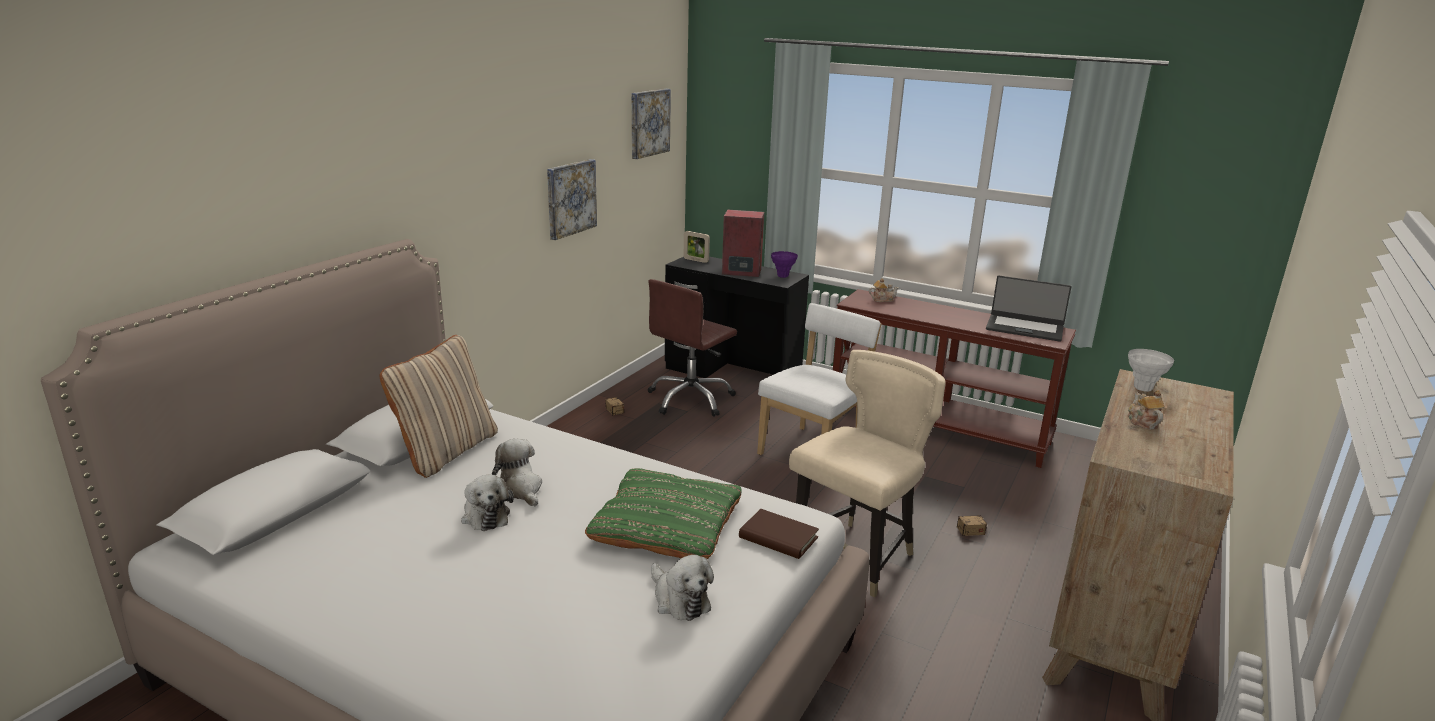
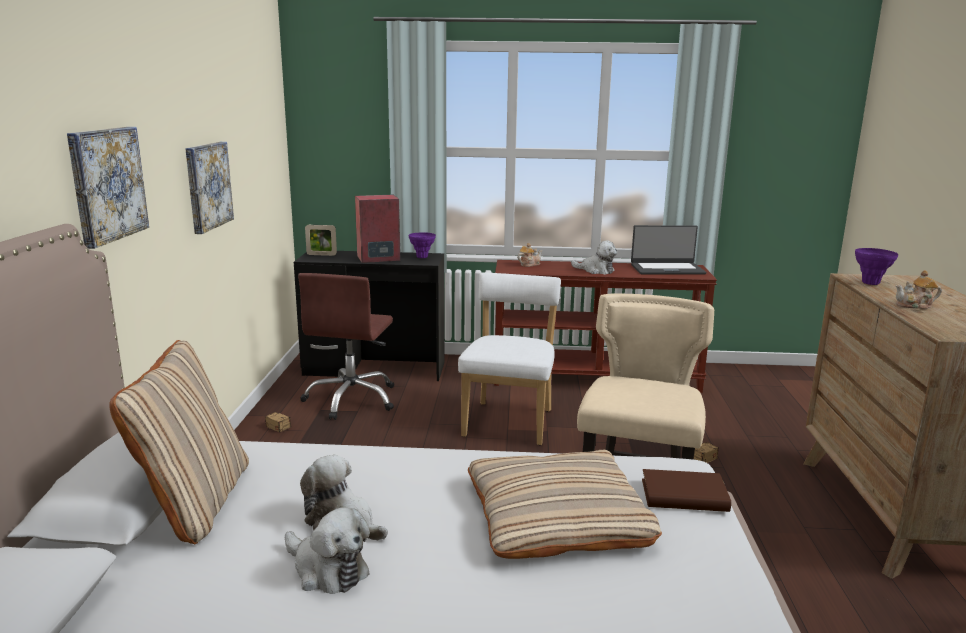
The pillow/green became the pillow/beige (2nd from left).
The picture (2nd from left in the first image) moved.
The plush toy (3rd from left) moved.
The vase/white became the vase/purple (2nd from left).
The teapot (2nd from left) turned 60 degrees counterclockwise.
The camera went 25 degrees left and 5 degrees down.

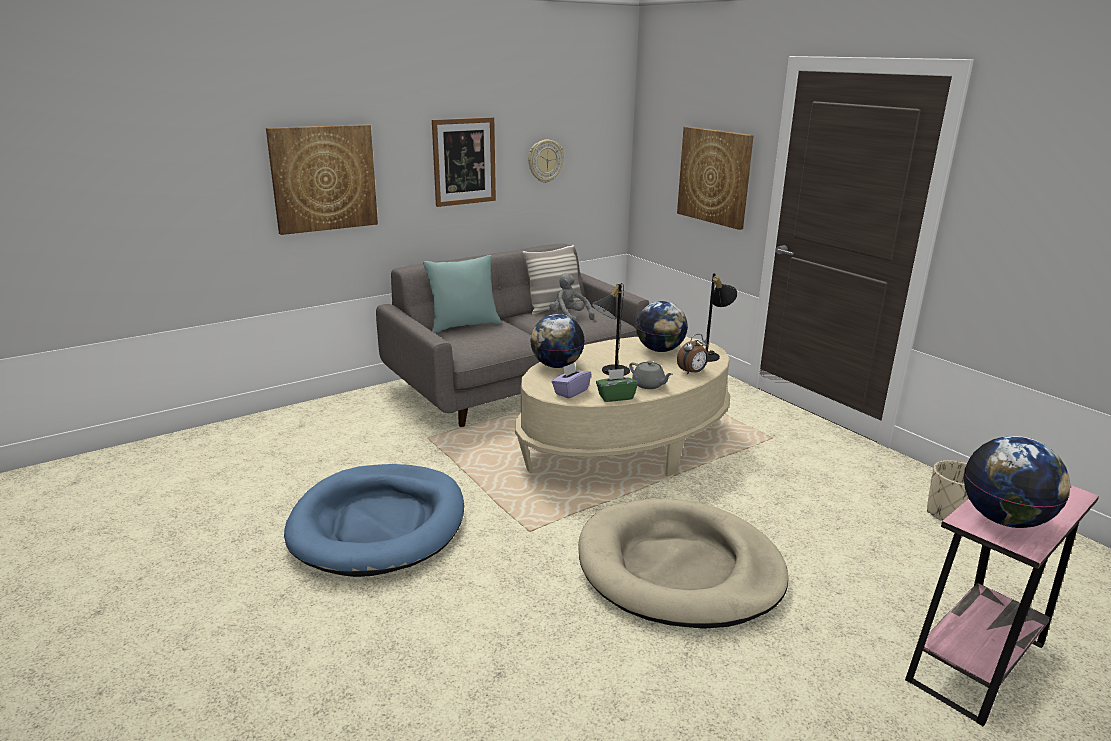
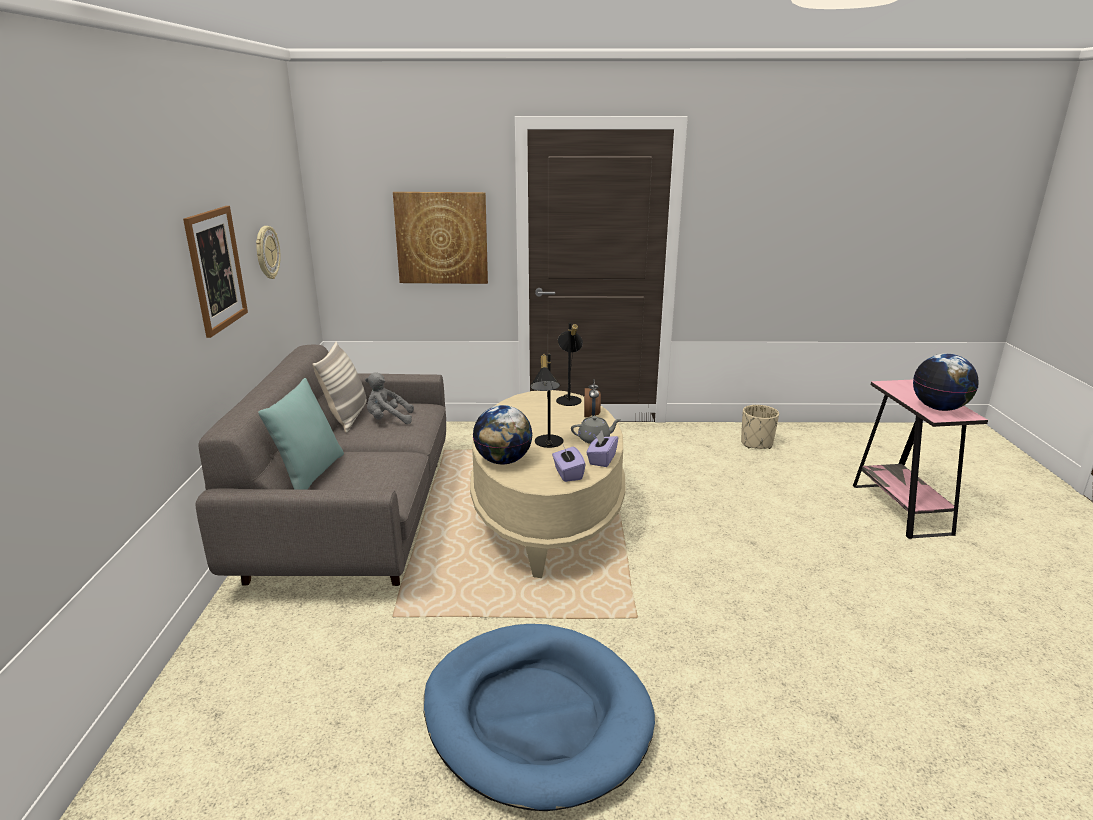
The picture (1st from left) disappeared.
The dog bed/beige disappeared.
The tissue box/green became the tissue box/purple (2nd from left).
The globe (2nd from left) disappeared.
The camera went 55 degrees left and 0 degrees up.

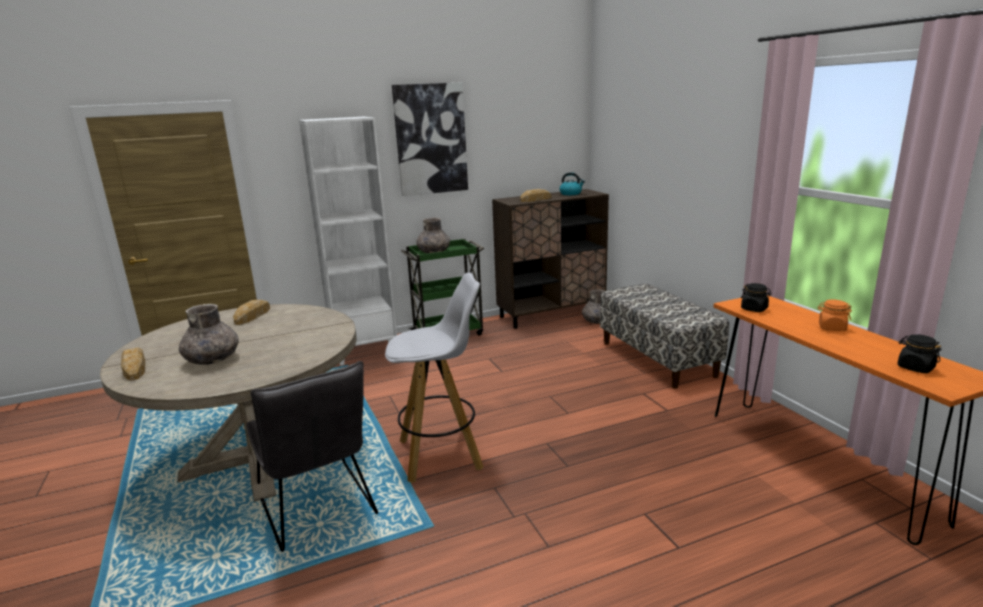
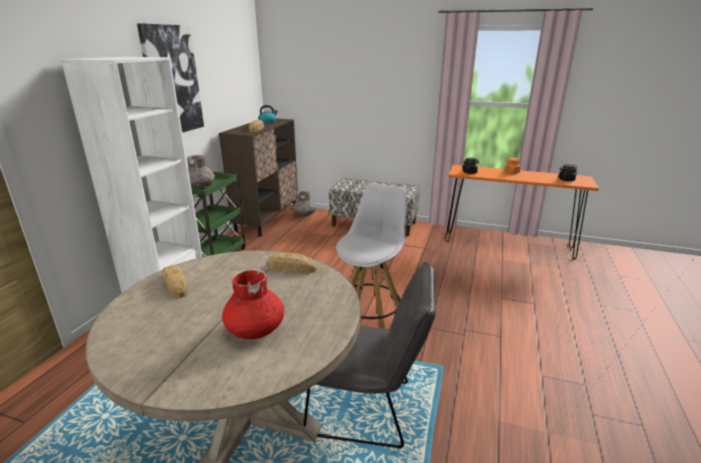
The bread (1st from left in the first image) moved.
The vase/grey (1st from left) became the vase/red.
The camera went 50 degrees left and 5 degrees up.

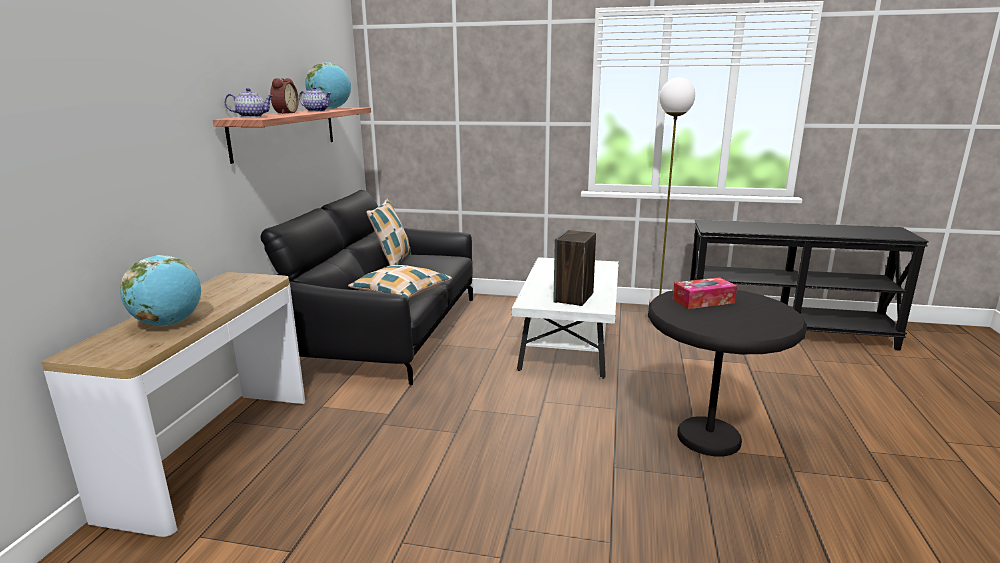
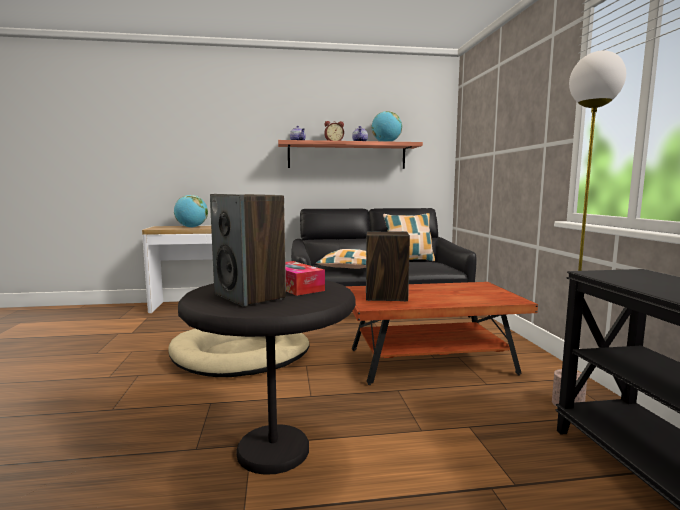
The coffee table/white became the coffee table/brown.
The dog bed/beige appeared.
The speaker (1st from left) appeared.
The camera went 70 degrees right and 10 degrees down.

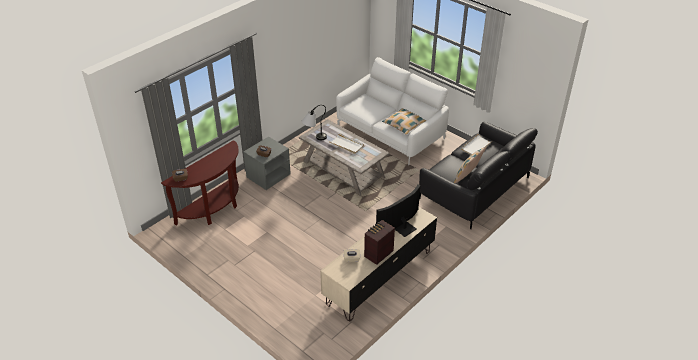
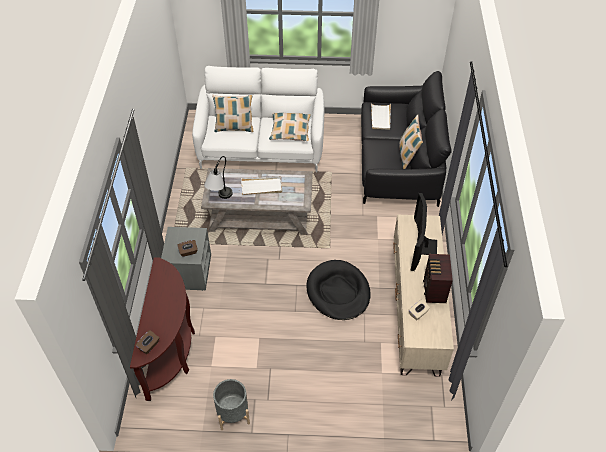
The pillow (1st from left) appeared.
The planter/grey appeared.
The dog bed/black appeared.
The camera went 40 degrees left and 10 degrees up.

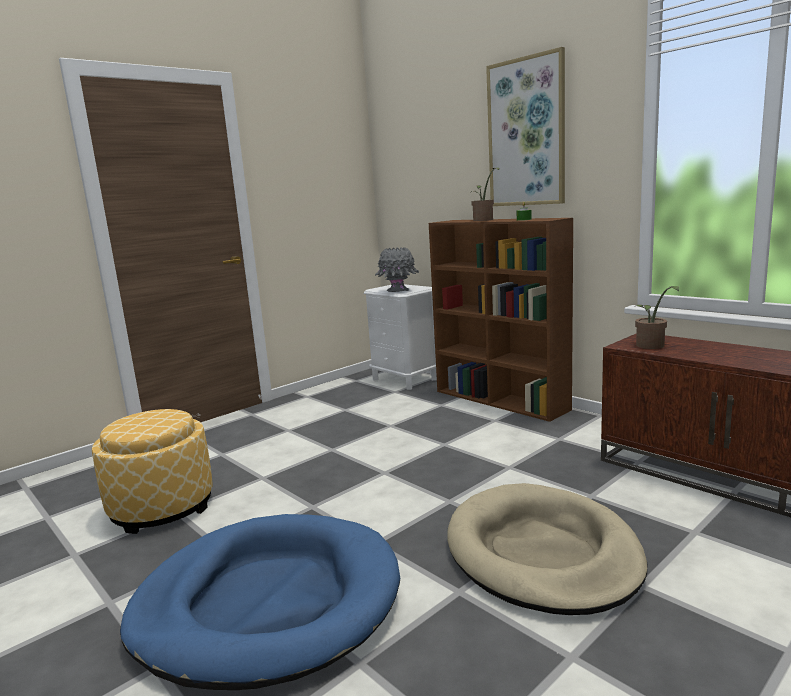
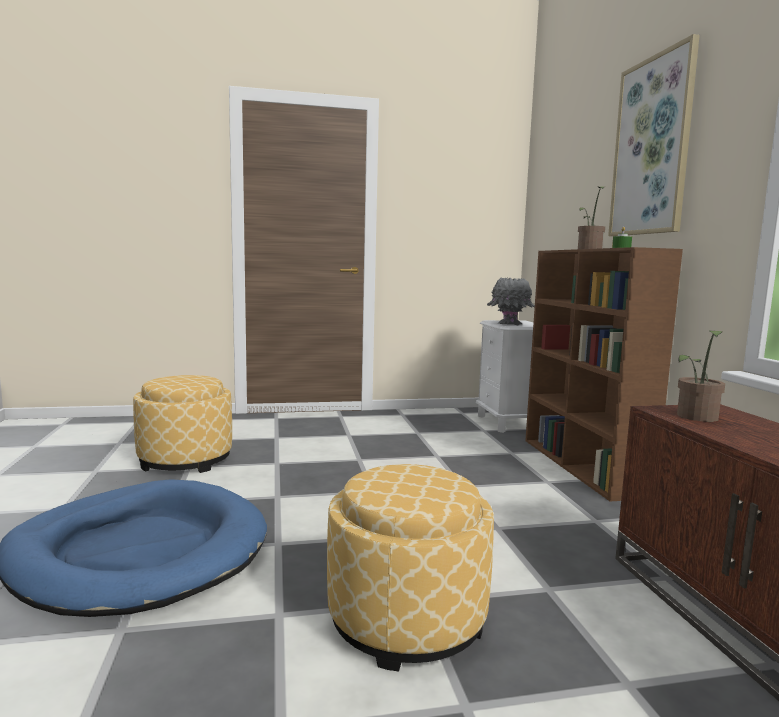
The dog bed/beige was replaced by the ottoman (2nd from left).
The camera went 30 degrees right and 5 degrees down.

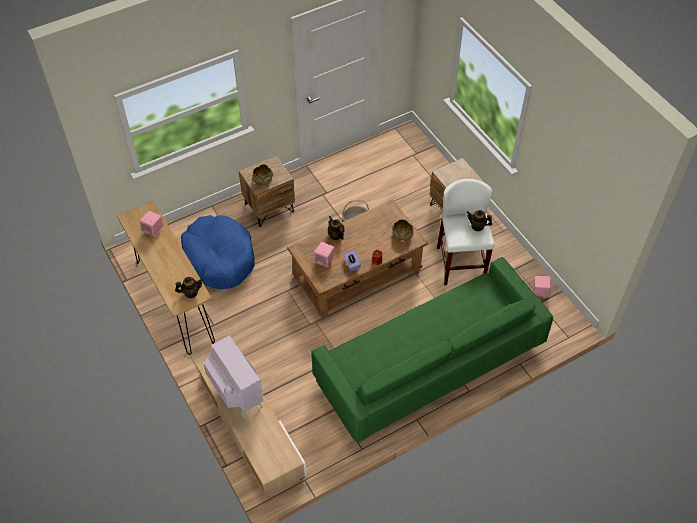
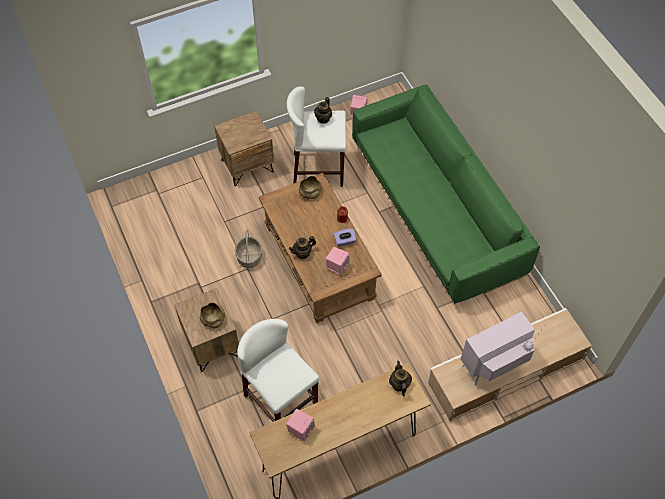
The dog bed/blue was replaced by the stool/white (1st from left).
The camera went 85 degrees left and 5 degrees up.

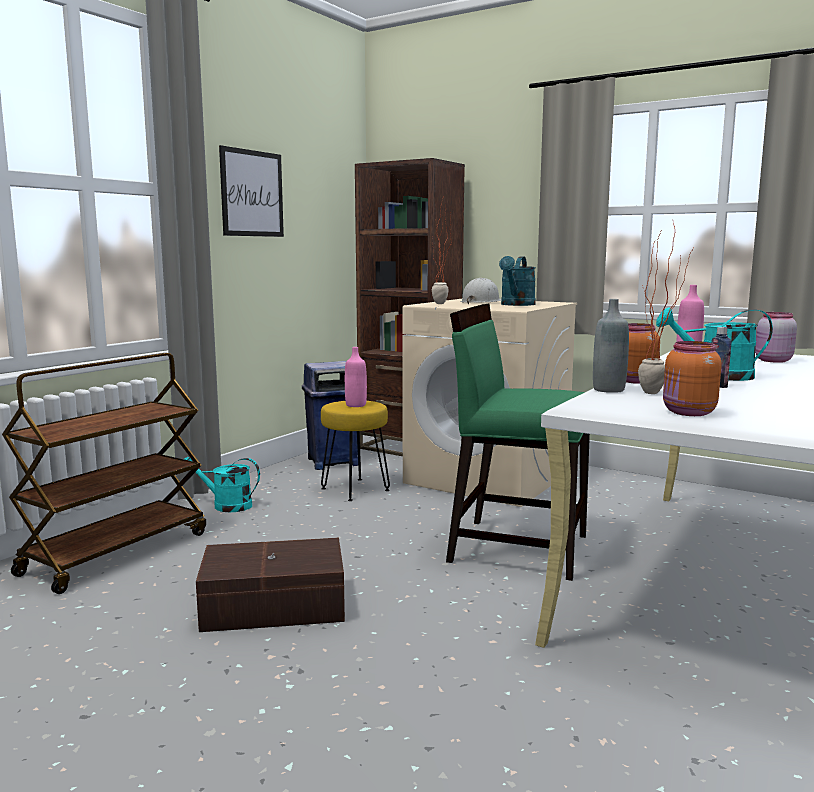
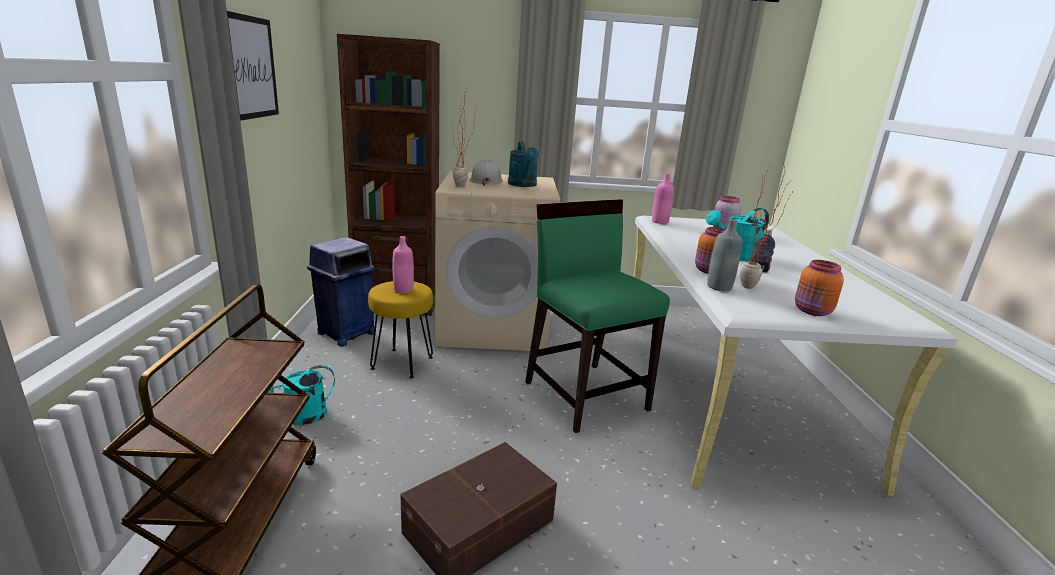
The chair/green turned 75 degrees clockwise.
The camera went 35 degrees left and 10 degrees up.

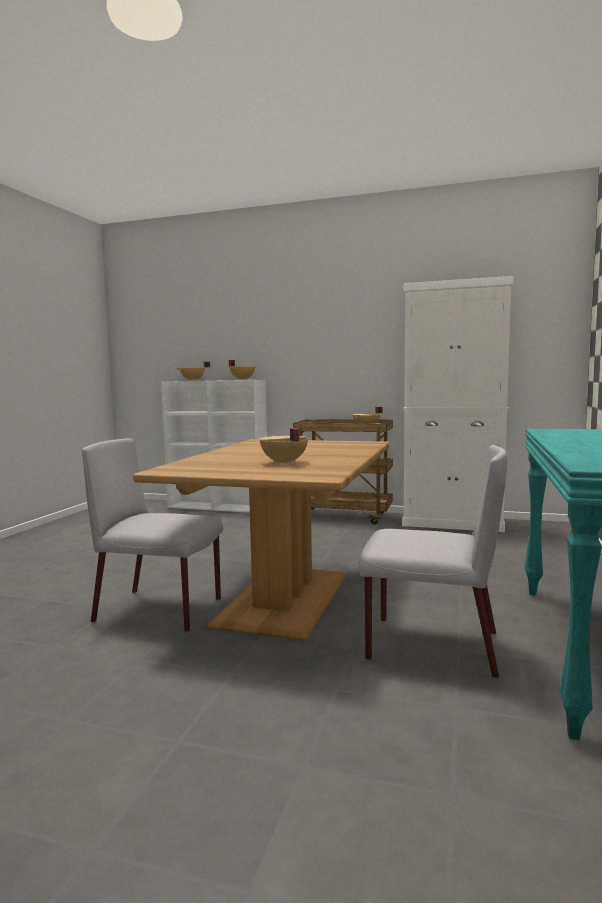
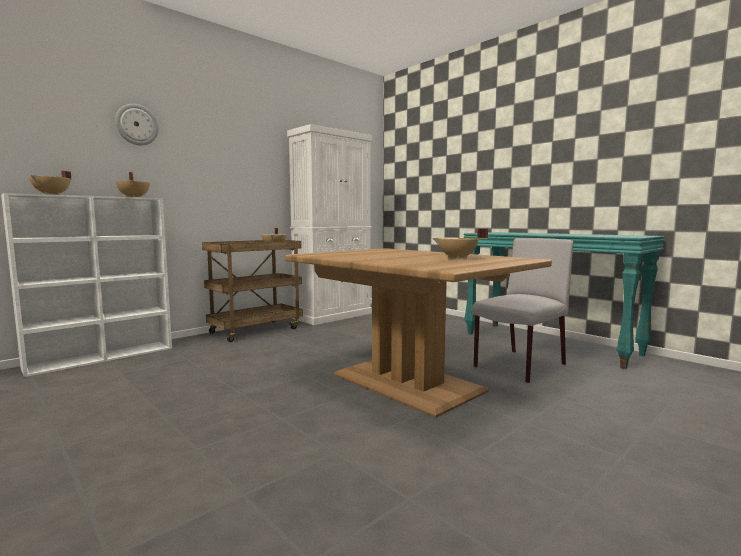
The chair/grey (1st from left) disappeared.
The wall clock appeared.
The camera went 60 degrees left and 0 degrees up.

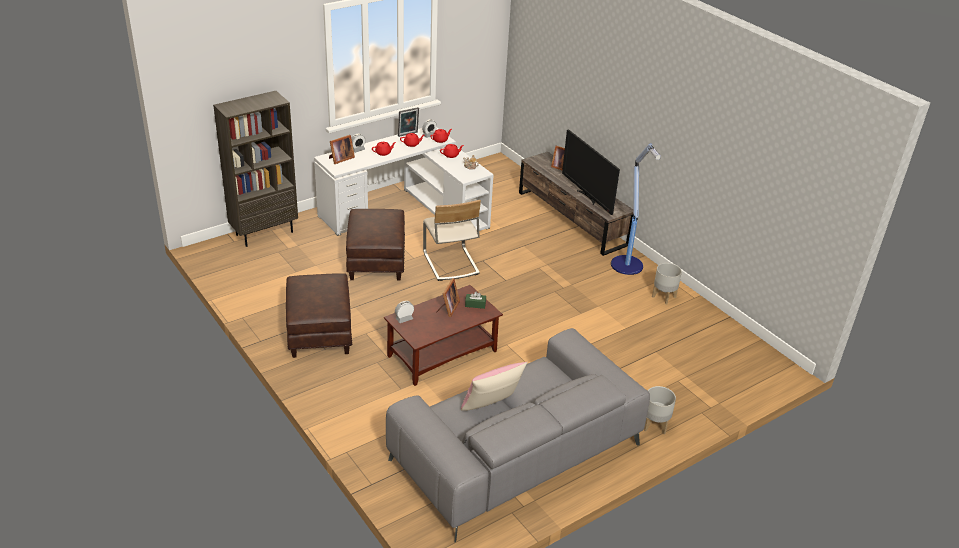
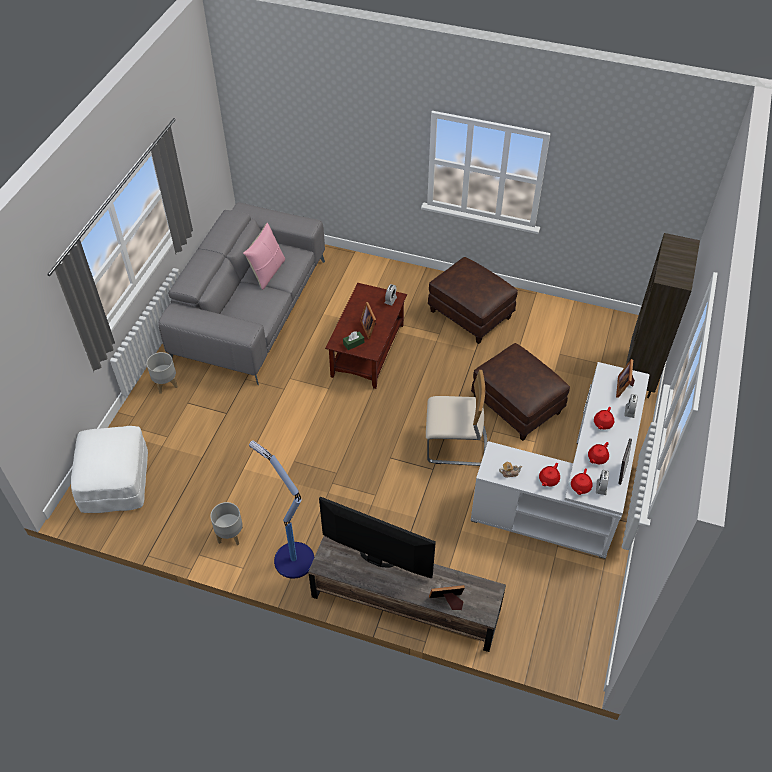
The chair/beige turned 150 degrees clockwise.
The ottoman/white appeared.
The camera went 145 degrees right and 15 degrees up.

